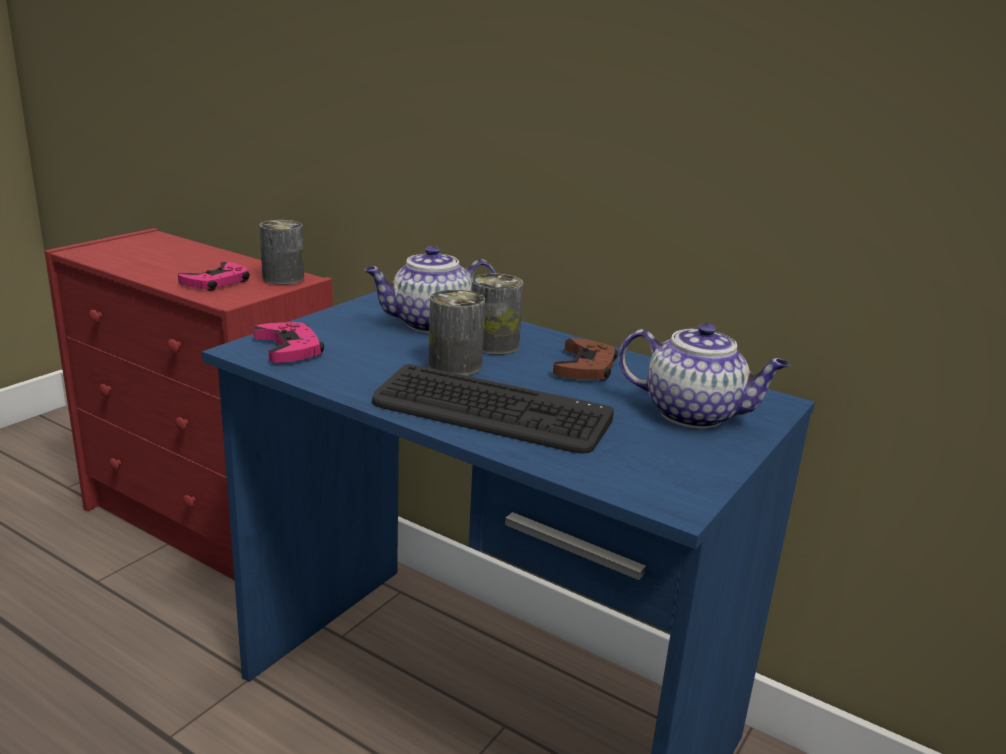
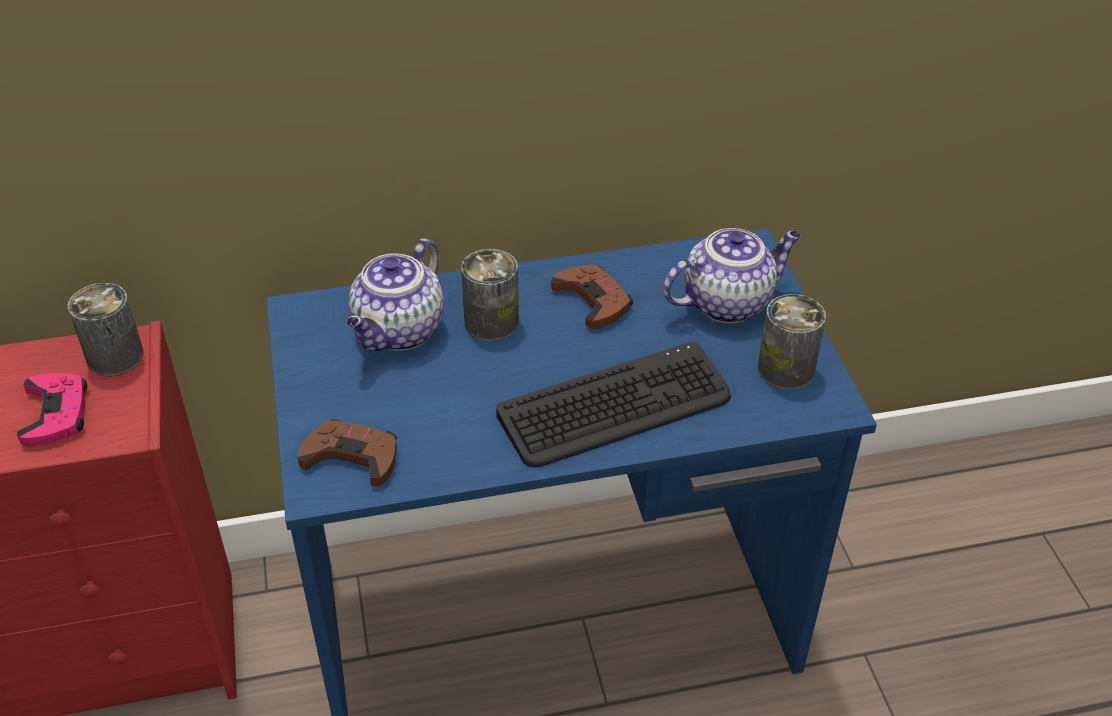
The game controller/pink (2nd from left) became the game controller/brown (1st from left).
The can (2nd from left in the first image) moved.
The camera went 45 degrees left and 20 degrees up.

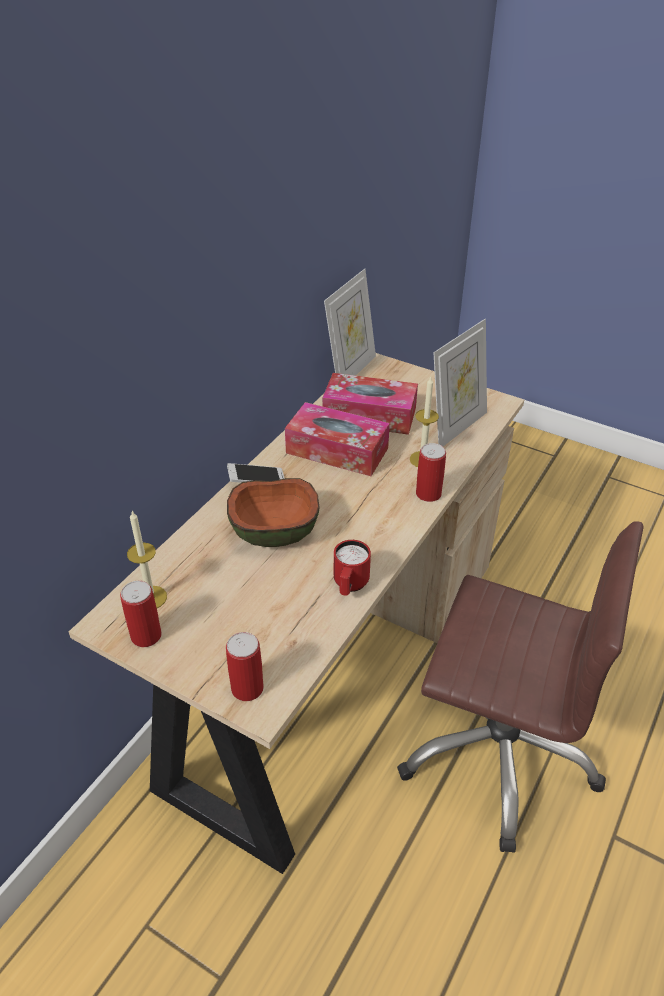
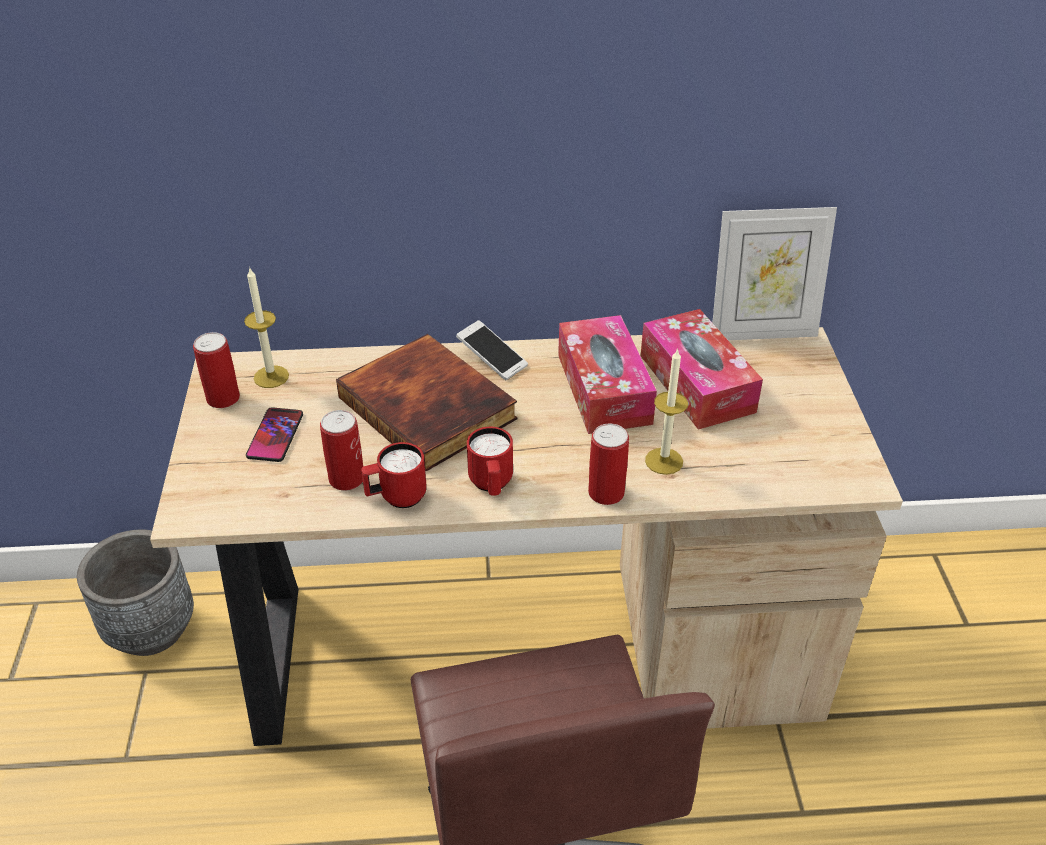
The can (2nd from left) moved.
The bowl was replaced by the book.
The picture frame (2nd from left) disappeared.
The planter/grey appeared.
The phone (1st from left) appeared.
The mug/red (2nd from left) appeared.
The camera went 55 degrees right and 0 degrees up.

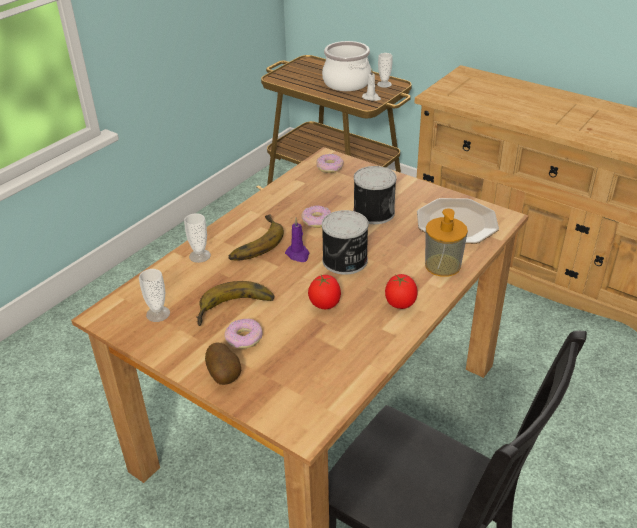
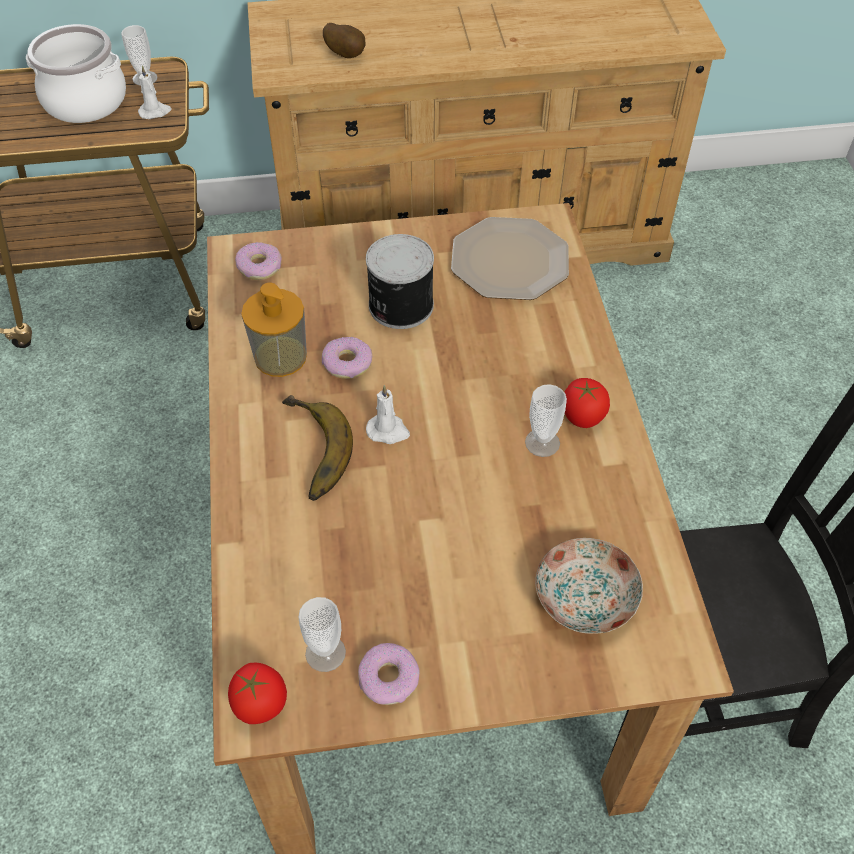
The cup (2nd from left in the first image) moved.
The banana (1st from left) disappeared.
The potato moved.
The donut (1st from left in the first image) moved.
The candle/purple became the candle/white (2nd from left).
The tomato (1st from left) moved.
The can (1st from left) disappeared.
The soap dispenser moved.
The plate (2nd from left) appeared.
The camera went 45 degrees left and 15 degrees up.

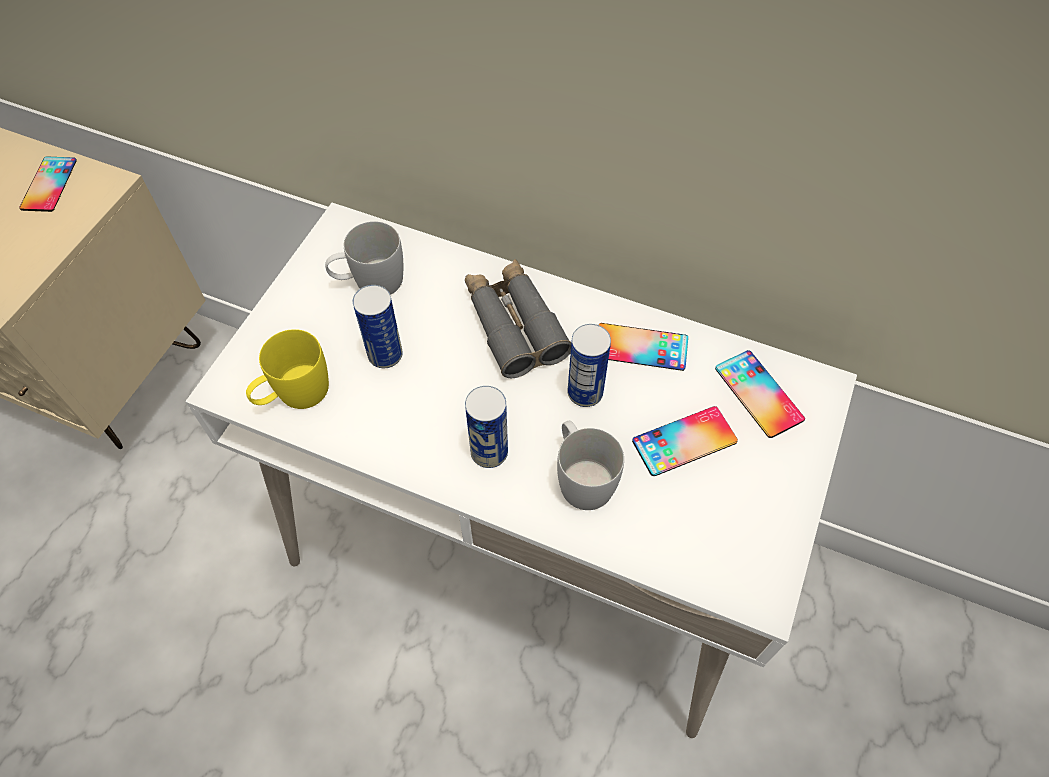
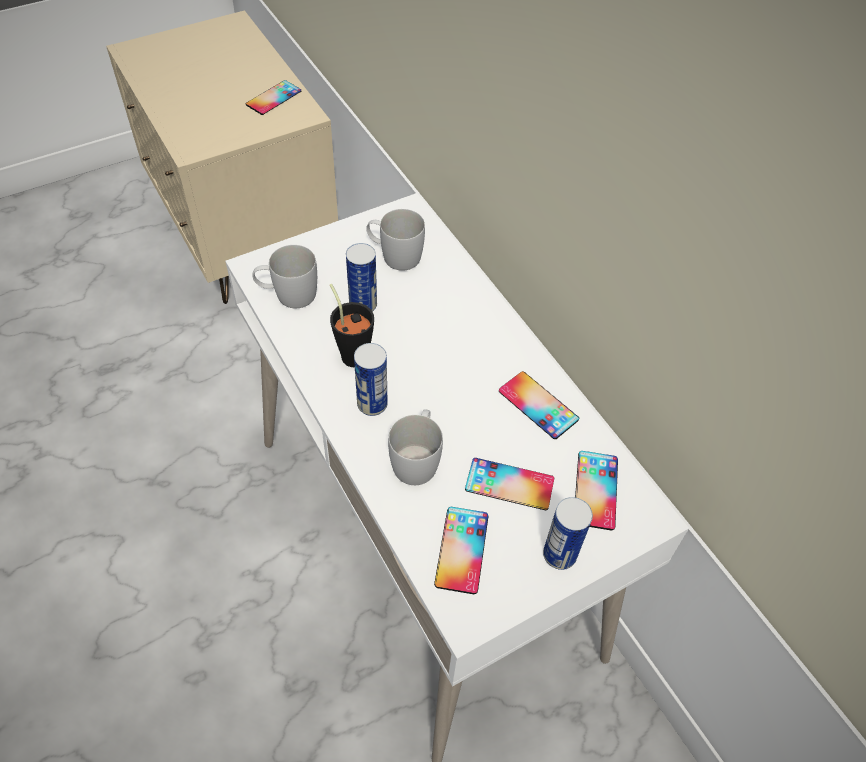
The mug/yellow became the mug/white (1st from left).
The binoculars/grey disappeared.
The can (3rd from left) moved.
The cup/black appeared.
The phone (2nd from left) appeared.
The camera went 35 degrees right and 5 degrees down.

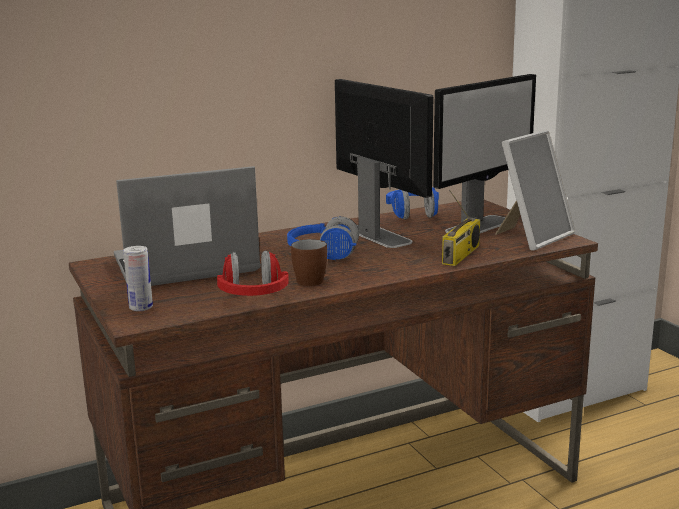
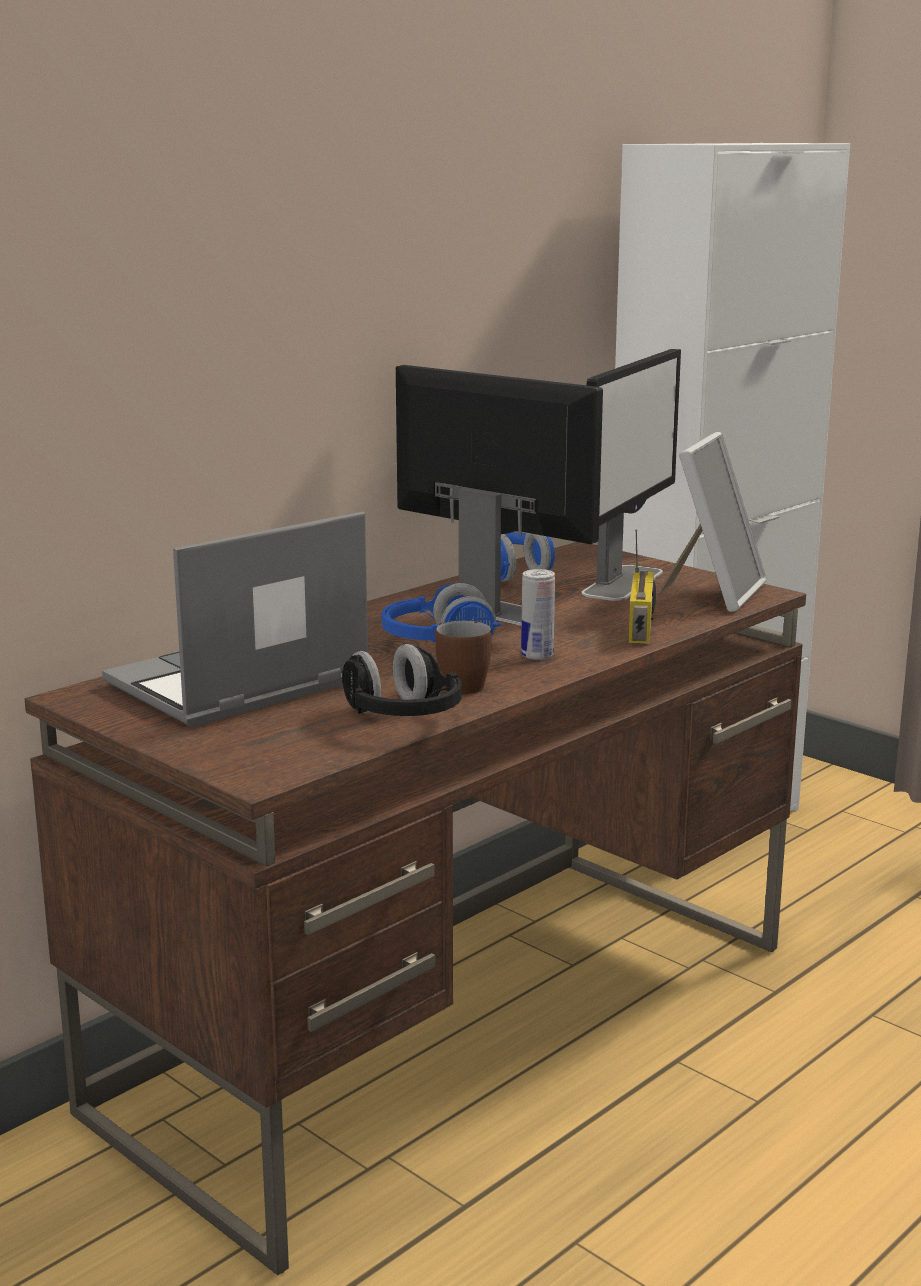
The can moved.
The headphones/red became the headphones/black.
The camera went 20 degrees left and 0 degrees up.

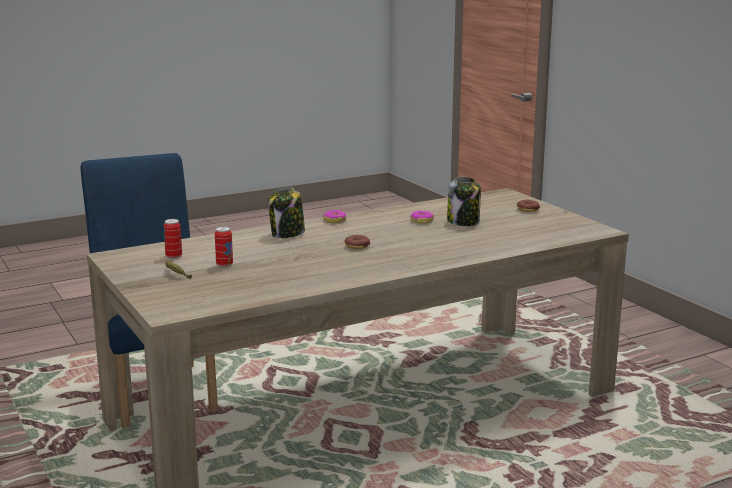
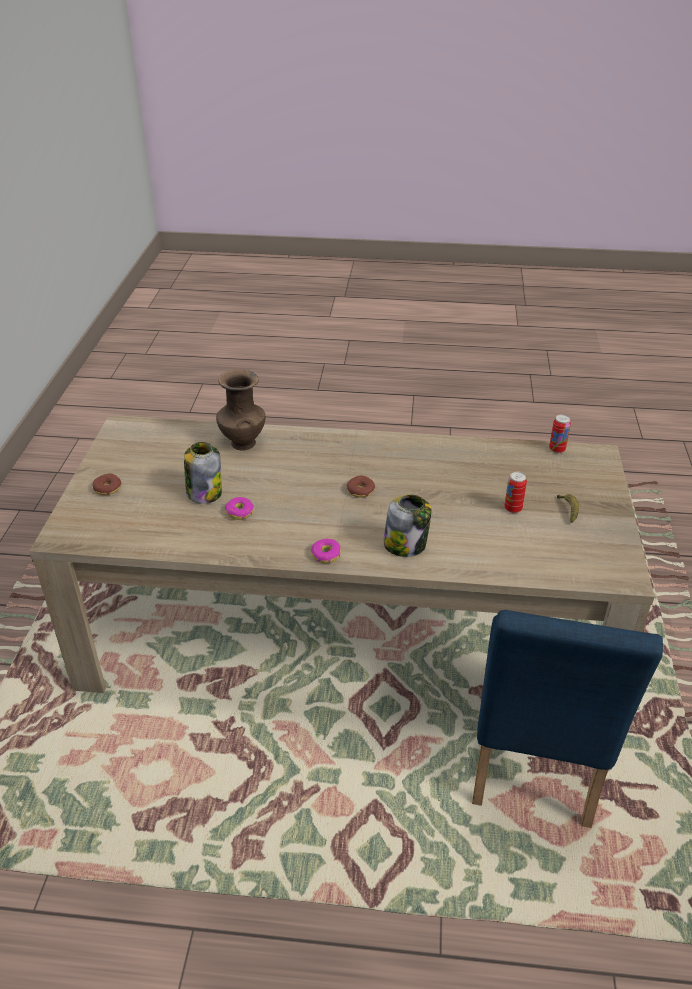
The can (1st from left in the first image) moved.
The vase/brown appeared.
The camera went 145 degrees left and 20 degrees up.

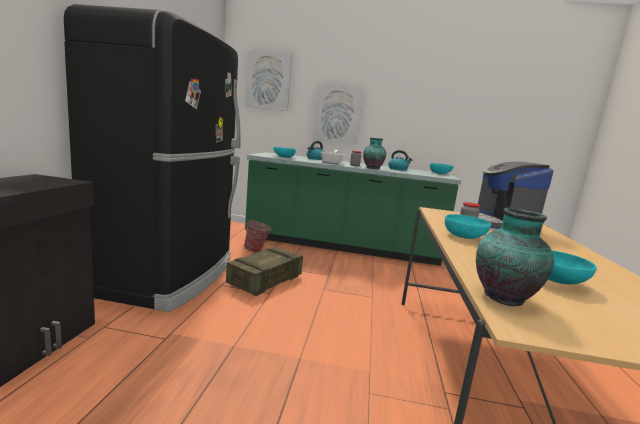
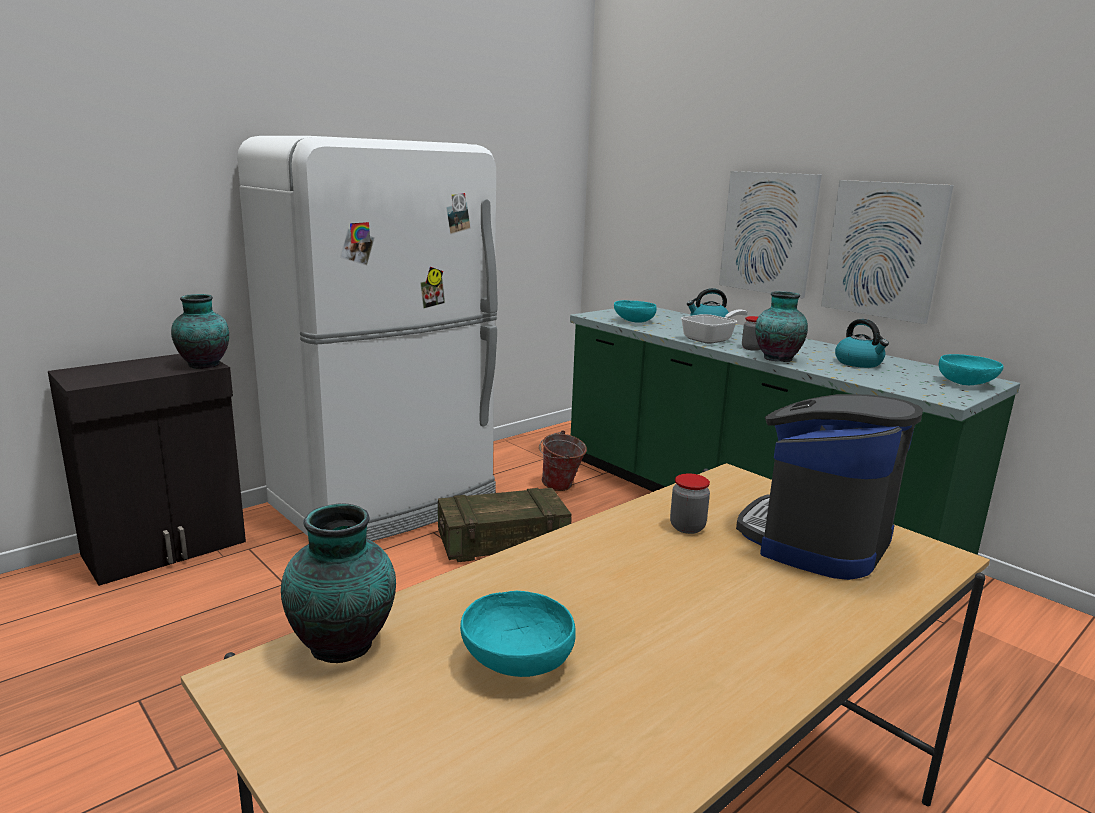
The fridge/black became the fridge/white.
The picture (1st from left in the first image) moved.
The bowl/turquoise (3rd from left) disappeared.
The vase (1st from left) appeared.
The camera went 40 degrees right and 5 degrees up.

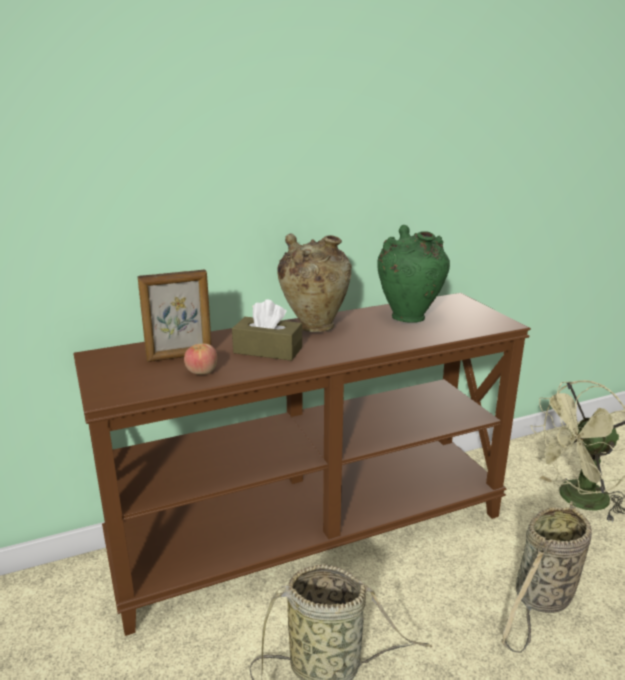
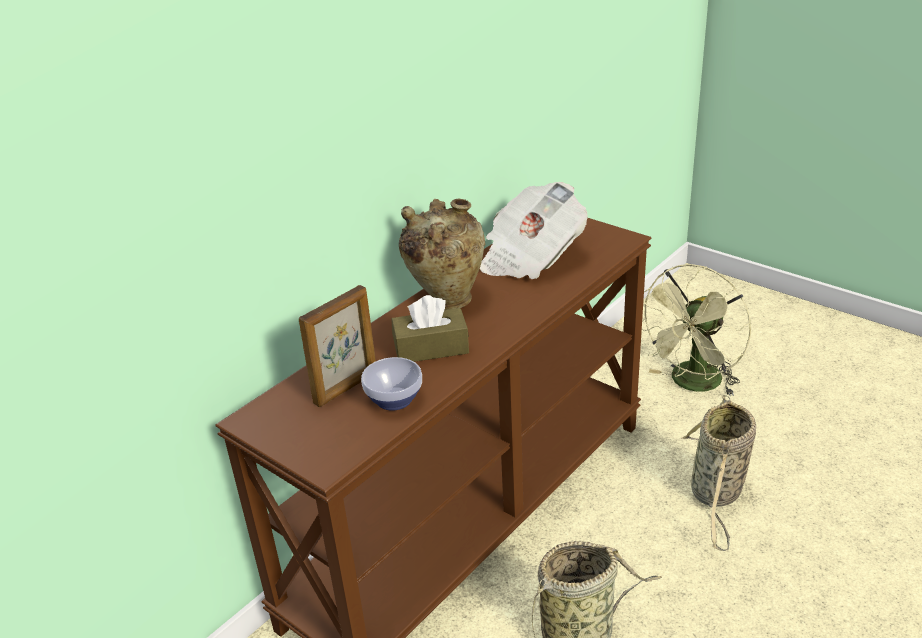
The apple was replaced by the bowl.
The vase/green was replaced by the newspaper.
The camera went 25 degrees left and 10 degrees up.

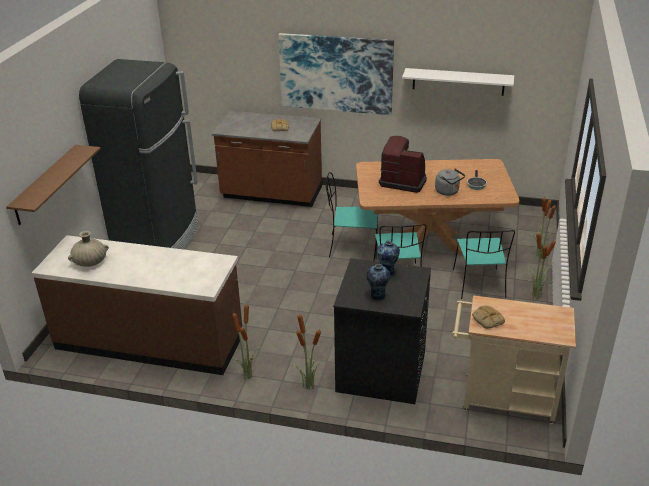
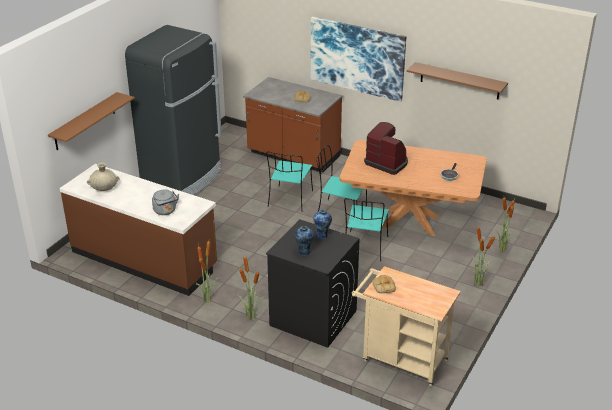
The shelf/white became the shelf/brown (2nd from left).
The kettle/grey moved.
The chair/turquoise (3rd from left in the first image) moved.
The camera went 15 degrees right and 0 degrees up.

